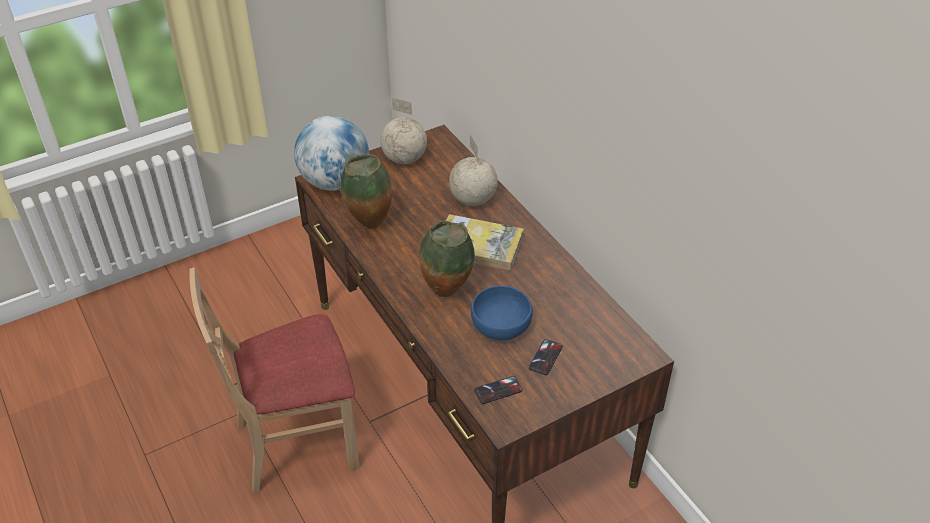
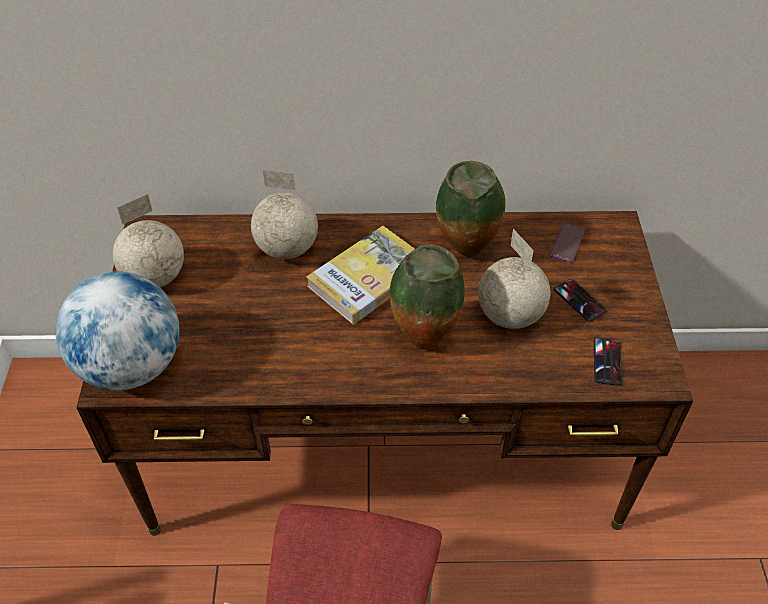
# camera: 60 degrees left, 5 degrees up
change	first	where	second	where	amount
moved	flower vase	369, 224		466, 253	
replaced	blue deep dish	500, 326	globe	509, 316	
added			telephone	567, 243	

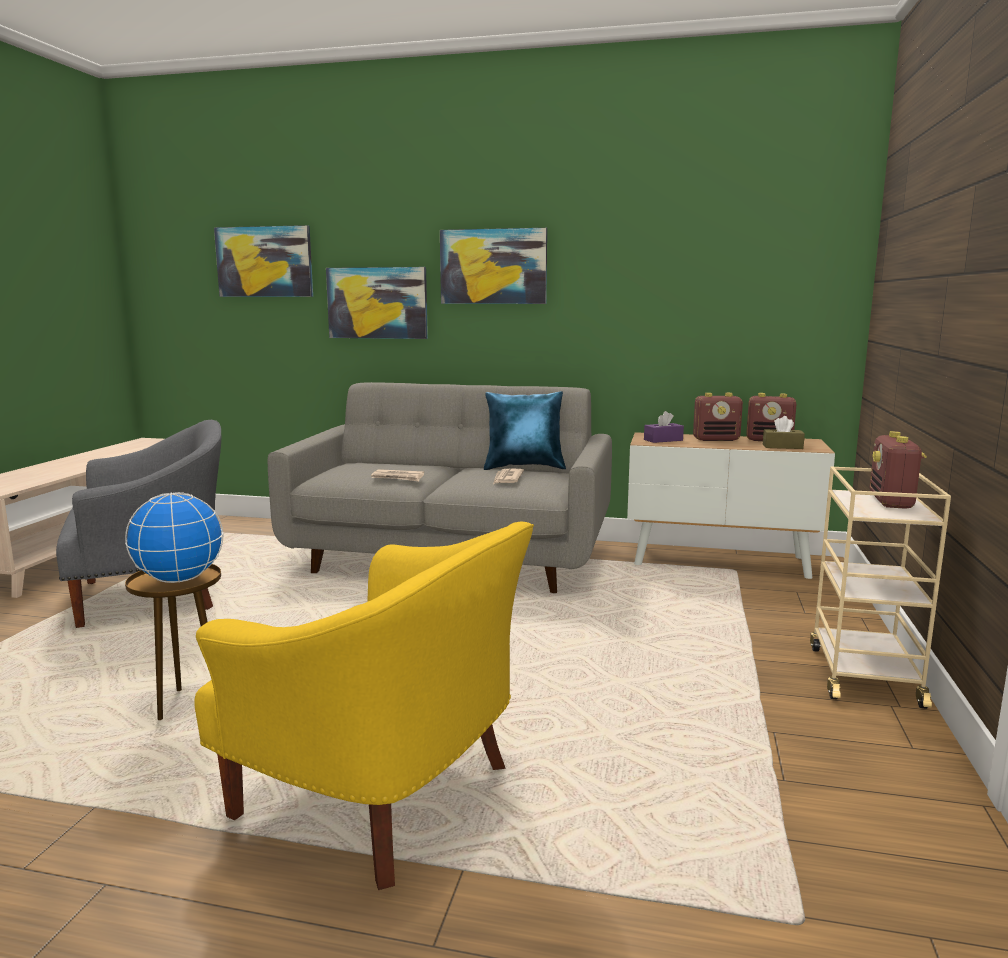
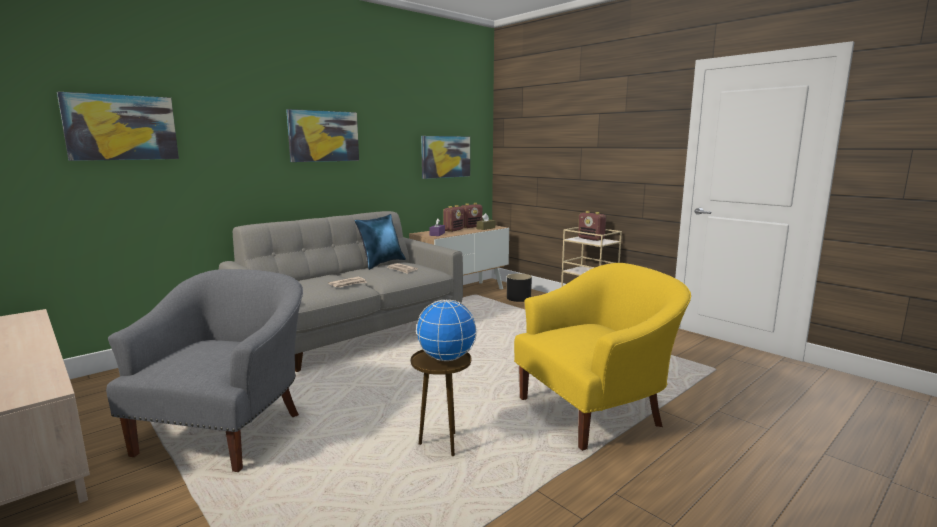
# camera: 55 degrees left, 0 degrees up
change	first	where	second	where	amount
moved	picture	377, 303		445, 156	
added			black planter	518, 298	

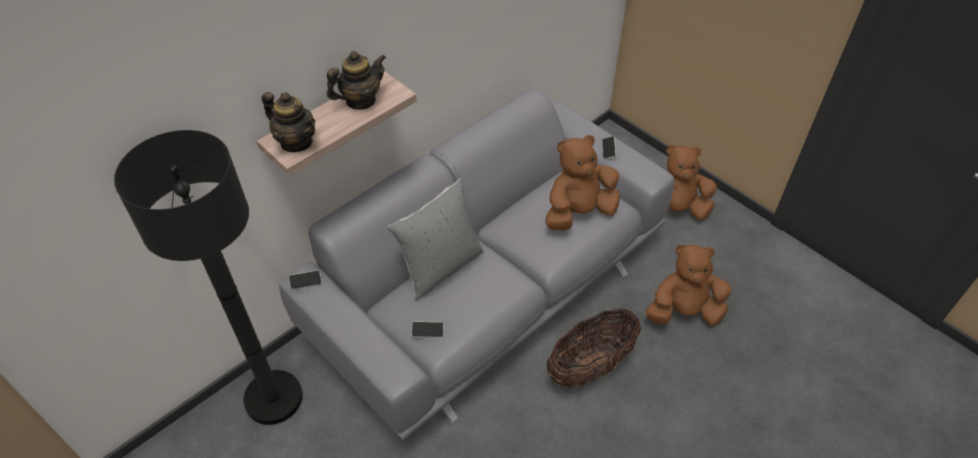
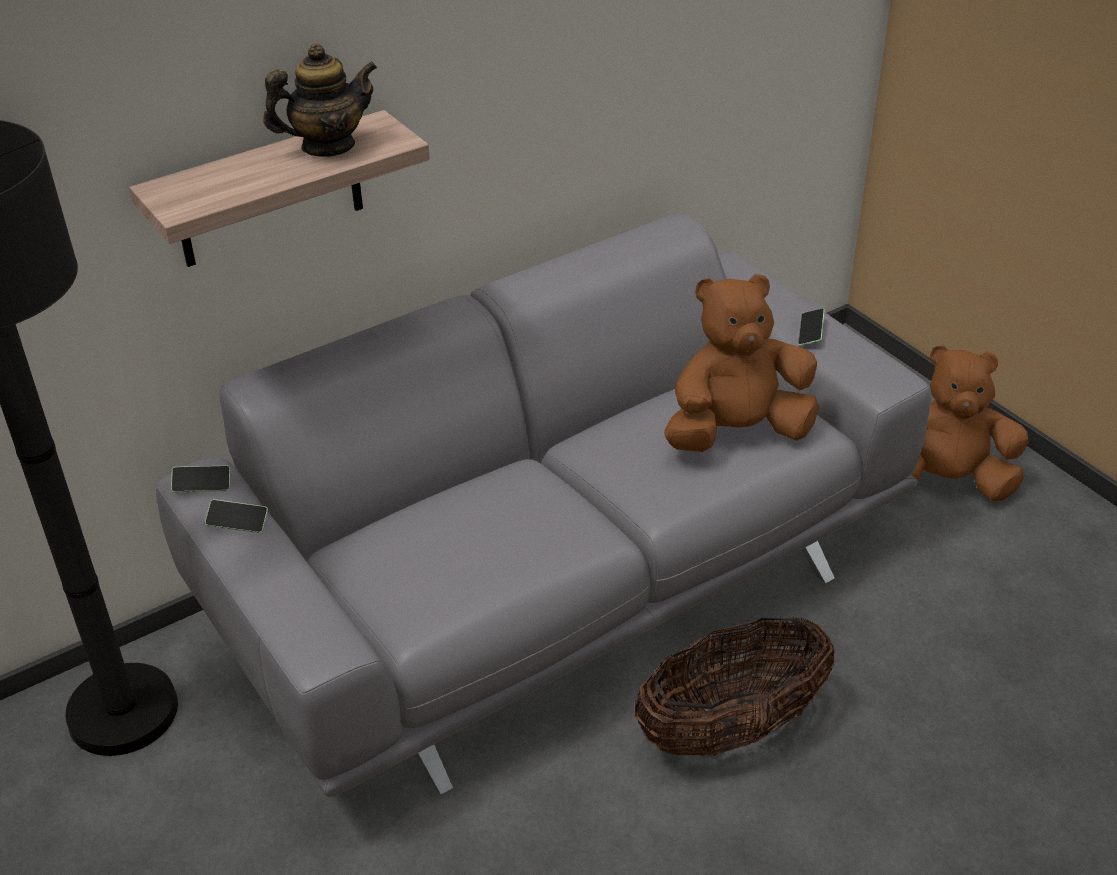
# camera: 10 degrees right, 10 degrees down
change	first	where	second	where	amount
removed	pot for tea	296, 142			
removed	grey cushion	440, 267			
moved	telephone	427, 332		237, 522	
removed	brown plush toy	683, 312			

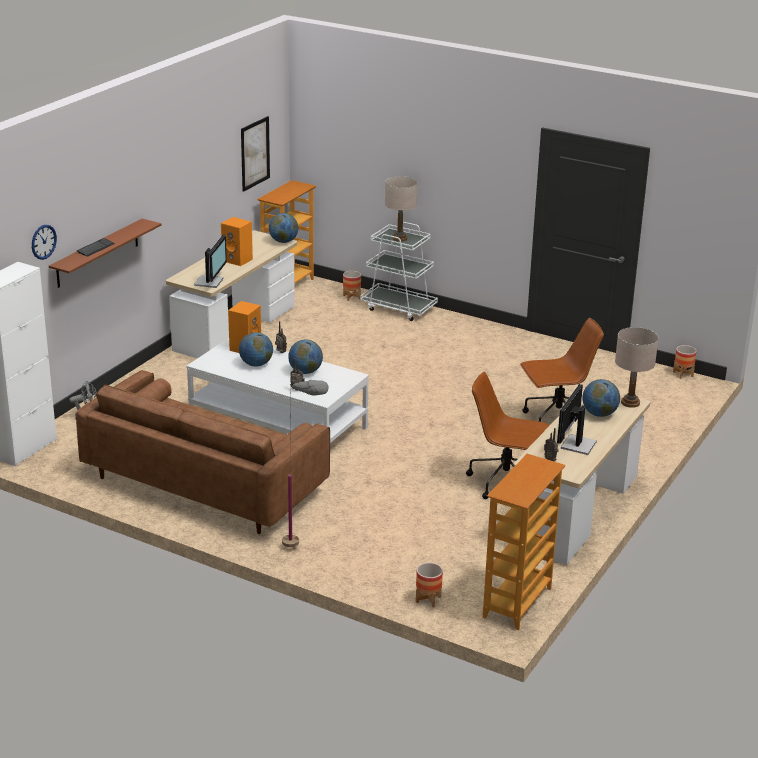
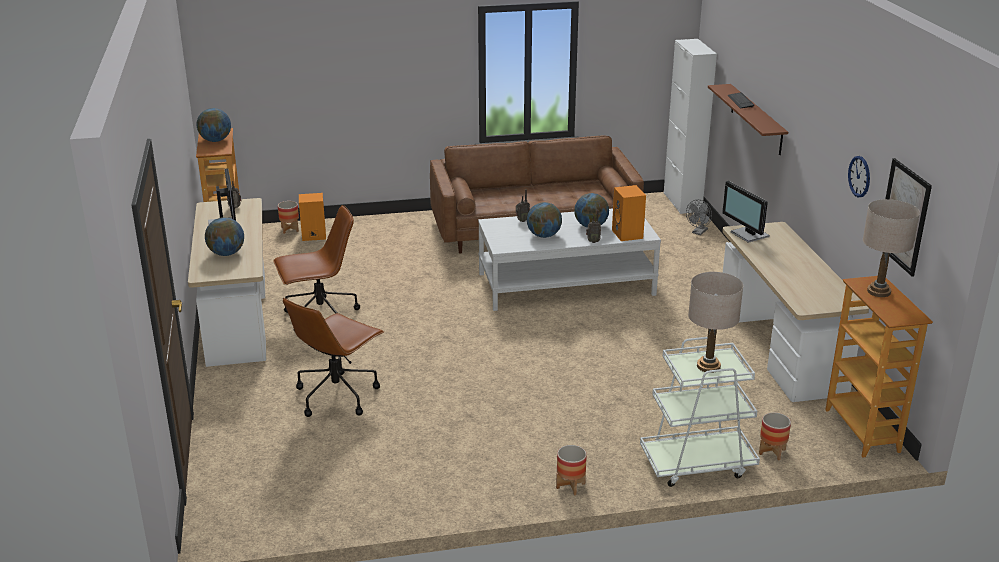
# camera: 140 degrees right, 0 degrees up
change	first	where	second	where	amount
moved	wall clock	43, 241		859, 176	
moved	orange loudspeaker	238, 260		313, 236	
moved	globe	283, 241		215, 140	
removed	grey standing lamp	304, 549			
moved	sand-coloured table lamp	630, 403		878, 291	
moved	planter	683, 374		570, 486	

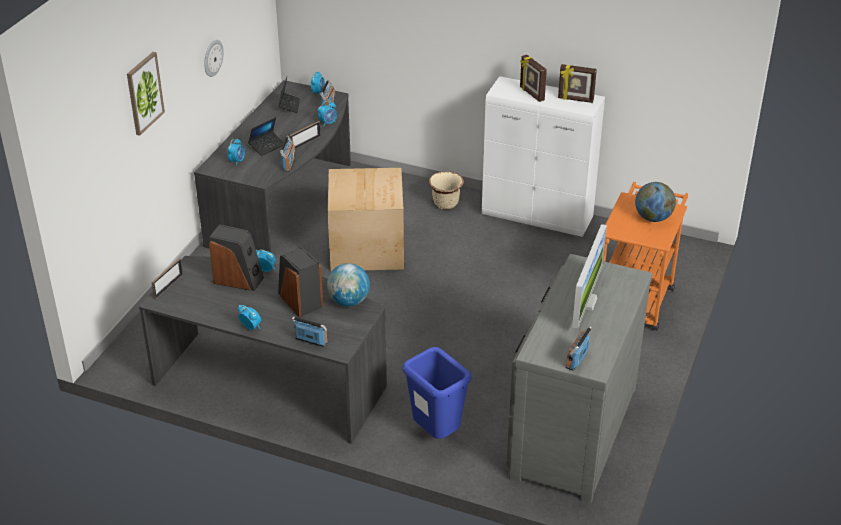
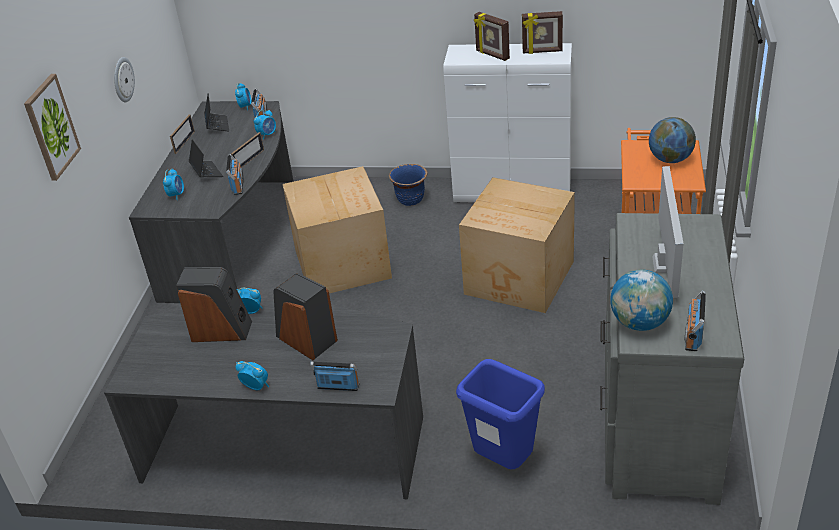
# camera: 10 degrees left, 0 degrees up
change	first	where	second	where	amount
moved	photo frame	168, 286		184, 142	
turned	notebook computer	267, 146		206, 172	60 degrees counterclockwise
moved	globe	348, 301		639, 323	
recoloured	sand-coloured planter	446, 204	blue planter	410, 200	
added			packing box	520, 279	

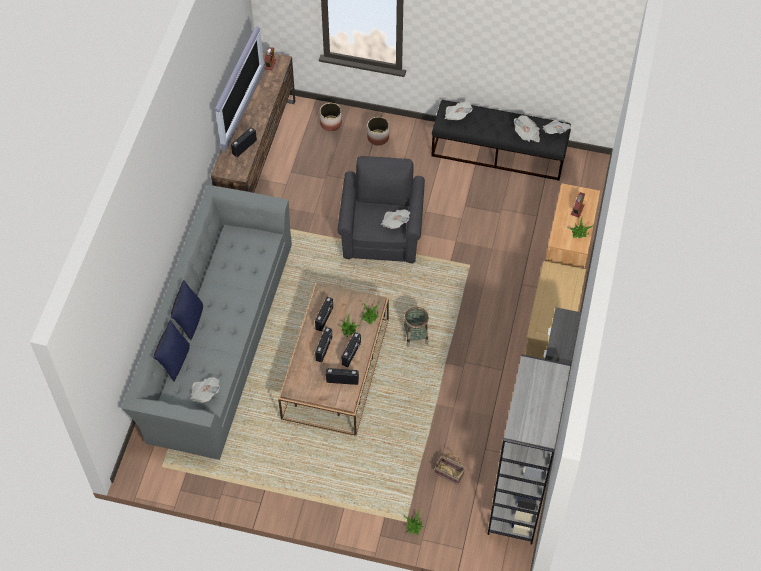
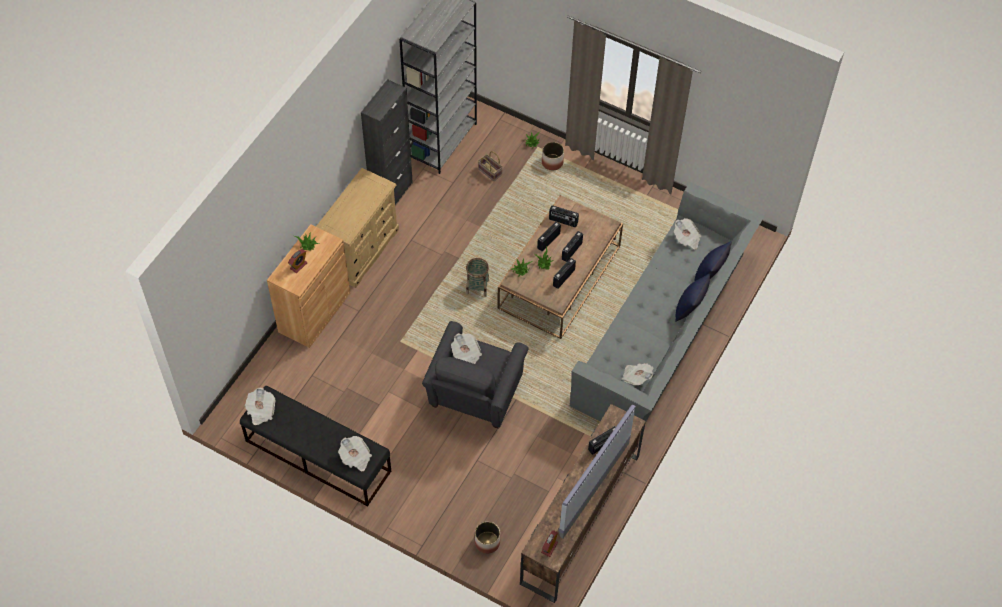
# camera: 165 degrees left, 0 degrees up
change	first	where	second	where	amount
moved	planter	378, 137		552, 162	
moved	printed paper	527, 134		636, 377	

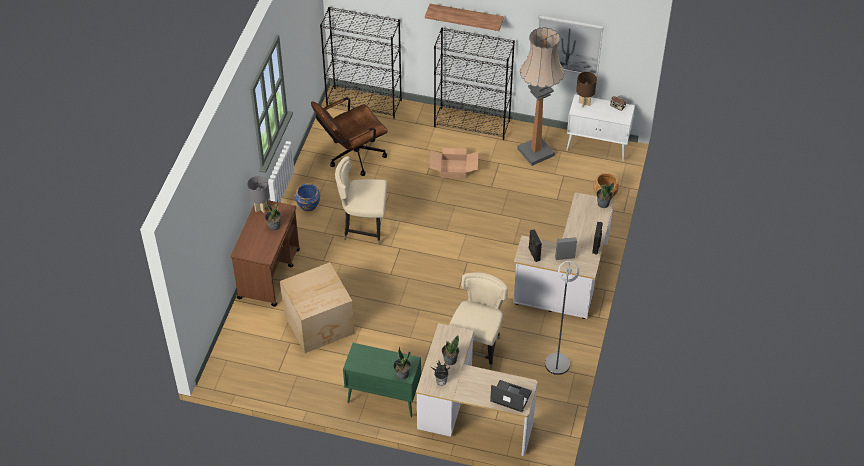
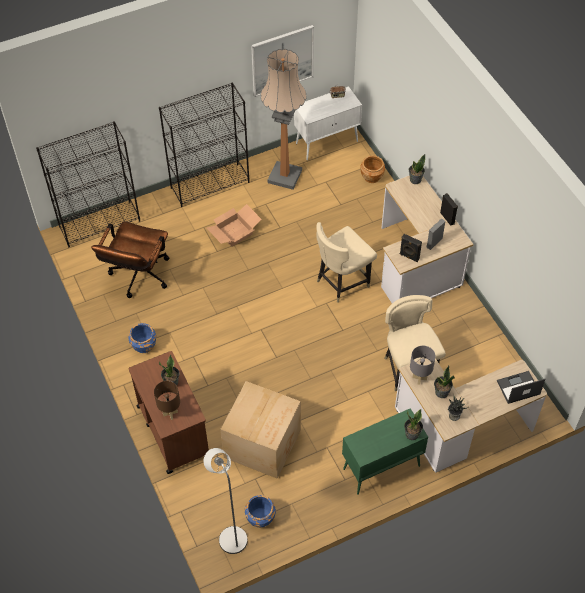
# camera: 40 degrees left, 5 degrees up
change	first	where	second	where	amount
moved	grey table lamp	260, 209		419, 378	
moved	sand-coloured plain chair	364, 228		342, 282	
removed	bracket shelf	466, 17			
moved	grey standing lamp	558, 360		230, 535	
moved	brown table lamp	584, 103		170, 413	
added			blue planter	260, 518	

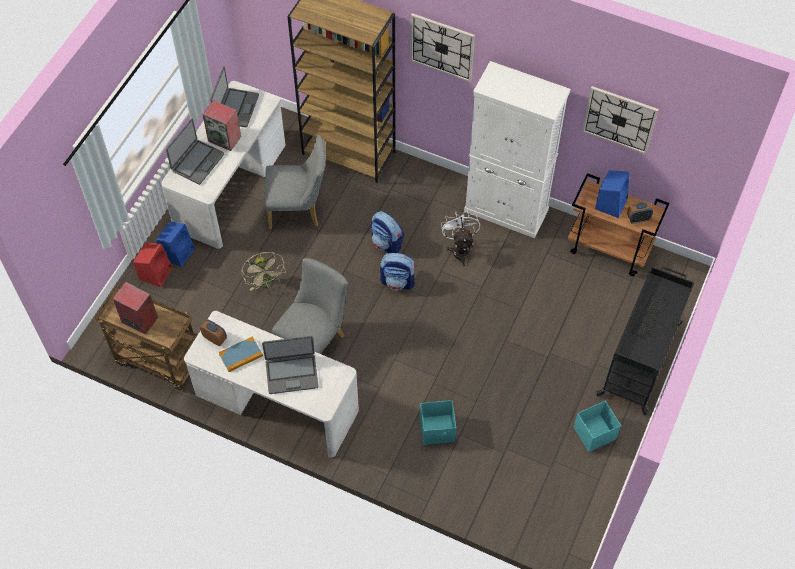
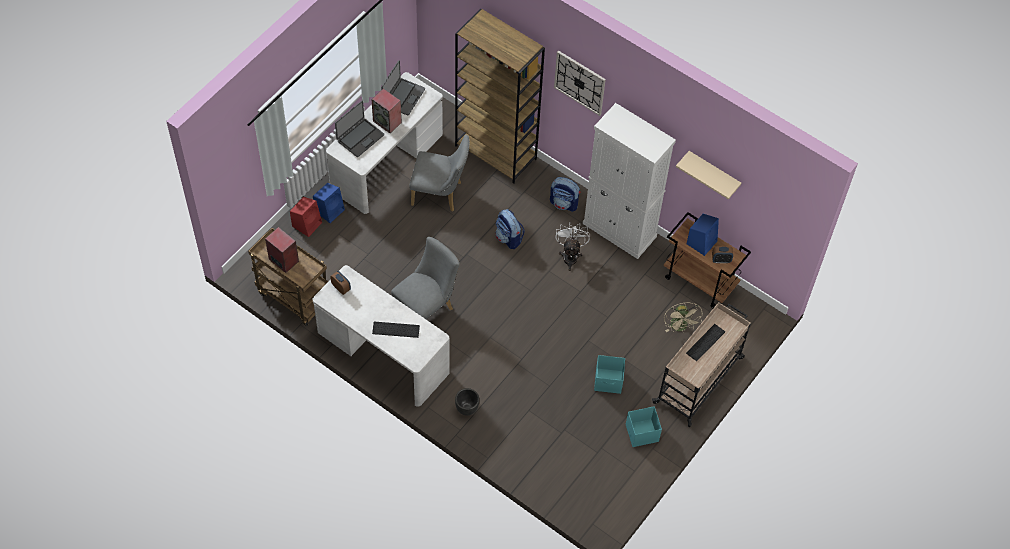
# camera: 10 degrees right, 0 degrees up
change	first	where	second	where	amount
removed	bound book	241, 355			
moved	sand-coloured cooling fan	266, 283		680, 327	
replaced	notebook computer	291, 373	PC keyboard	396, 329	
moved	backpack	398, 281		564, 203	
moved	blue-green storage container	437, 430		608, 381	
replaced	wall clock	619, 119	sand-coloured bracket shelf	713, 173	
recoloured	black wheeled cart	640, 358	sand-coloured wheeled cart	699, 379	
added			black planter	466, 408	

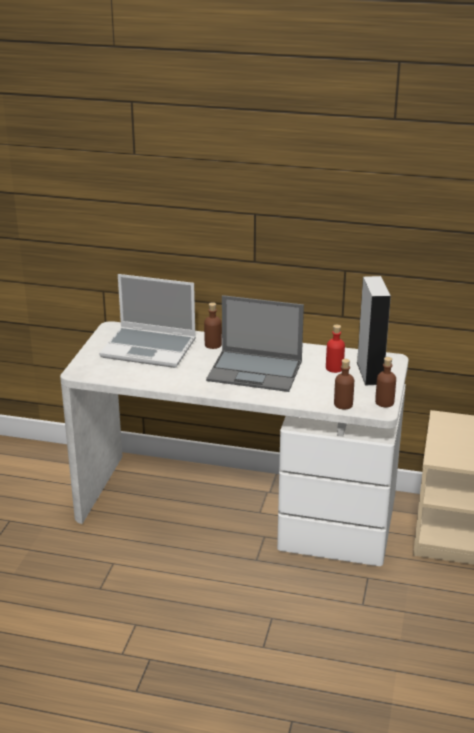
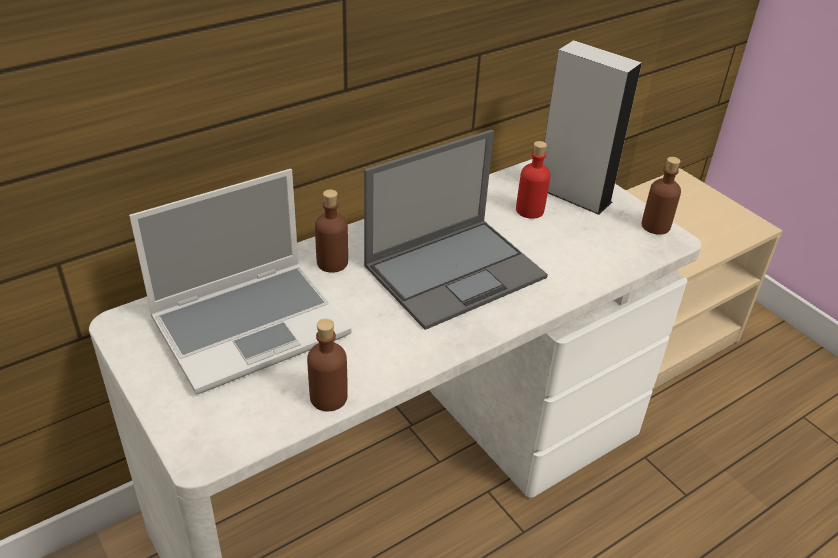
# camera: 50 degrees left, 10 degrees up
change	first	where	second	where	amount
moved	brown beverage bottle	343, 404		328, 397	

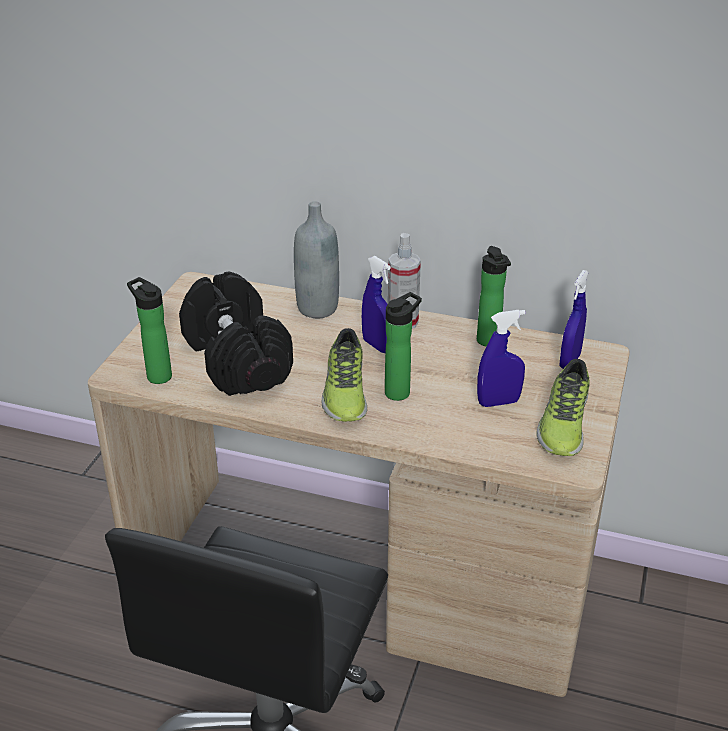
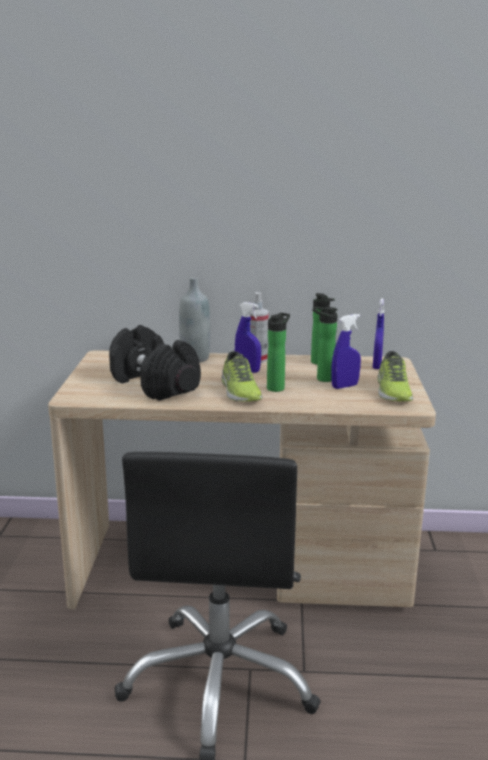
# camera: 15 degrees left, 15 degrees down
change	first	where	second	where	amount
moved	beverage bottle	157, 375		322, 378	

